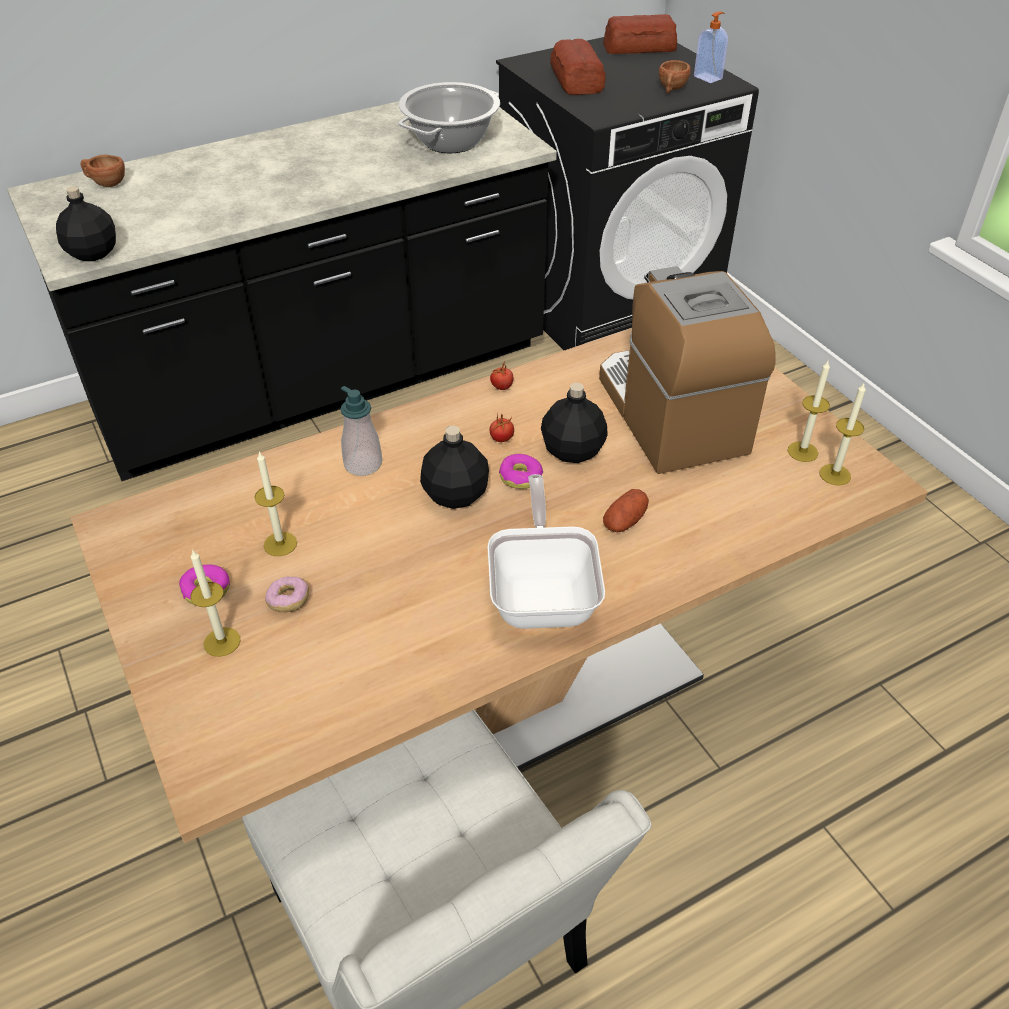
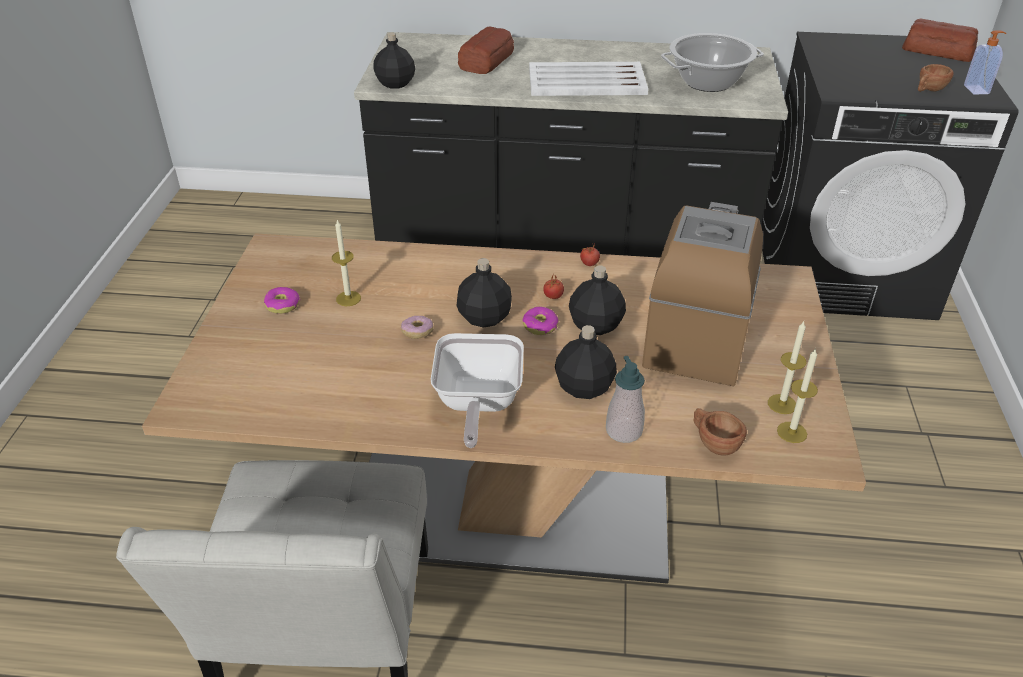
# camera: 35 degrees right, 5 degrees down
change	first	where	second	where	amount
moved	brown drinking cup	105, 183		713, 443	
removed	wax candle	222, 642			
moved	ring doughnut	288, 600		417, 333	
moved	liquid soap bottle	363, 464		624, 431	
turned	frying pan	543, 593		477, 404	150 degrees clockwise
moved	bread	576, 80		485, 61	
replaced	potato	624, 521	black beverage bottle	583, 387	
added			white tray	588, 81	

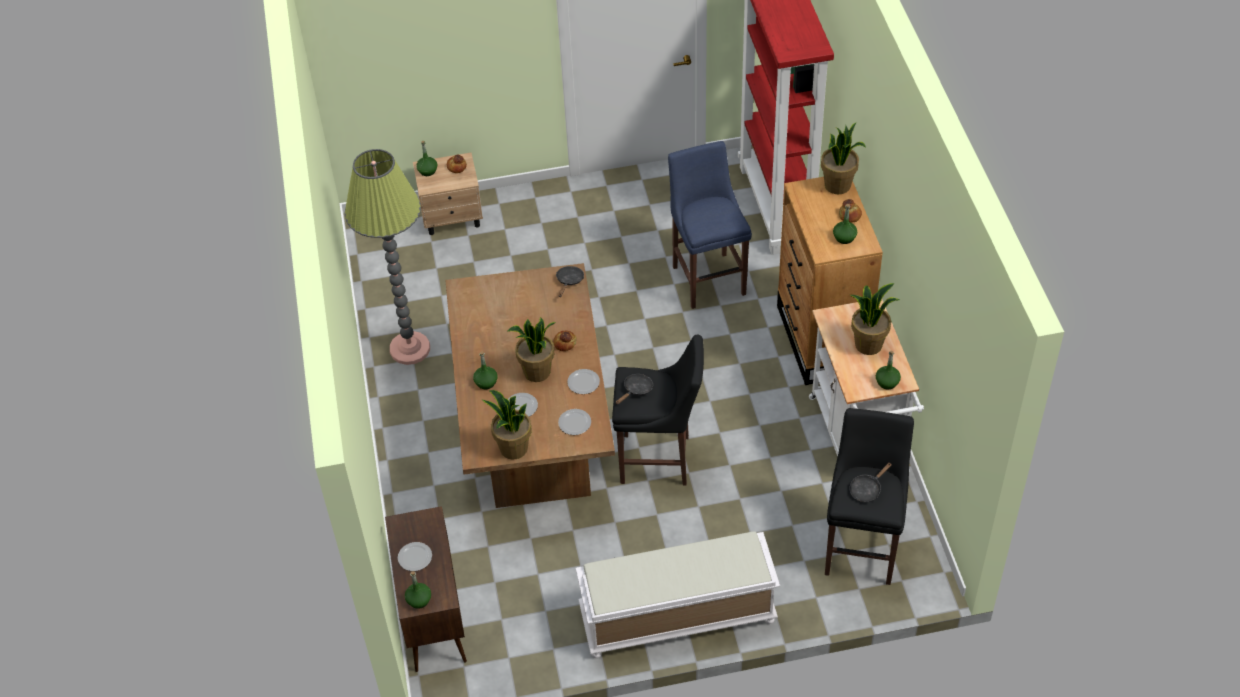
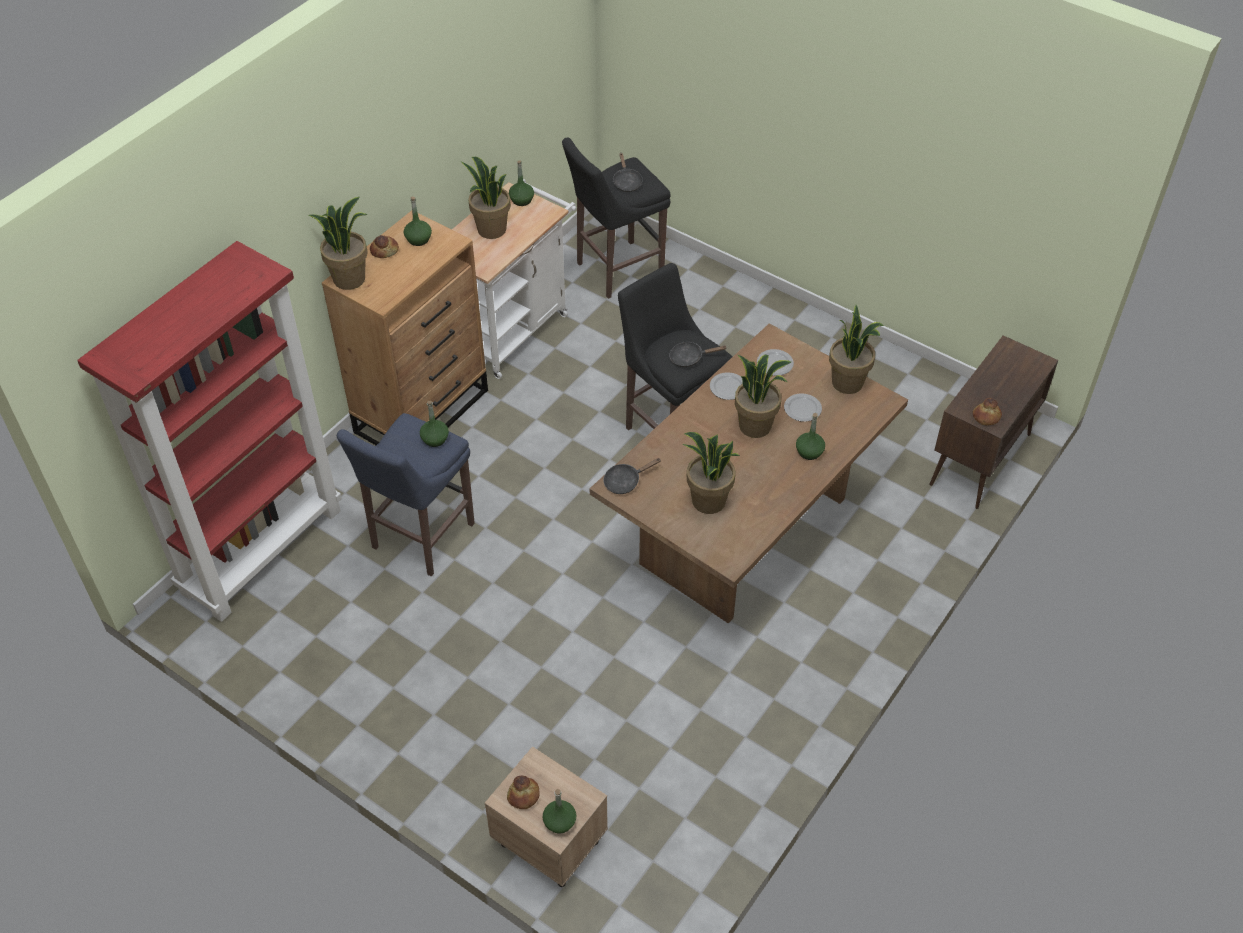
# camera: 135 degrees left, 0 degrees up
change	first	where	second	where	amount
removed	standing lamp	410, 349			
removed	plate	415, 558			
moved	green-coloured beverage bottle	419, 600		435, 439	
moved	bread	564, 343		986, 417	
removed	white long seat	676, 617			
turned	black frying pan	867, 489		626, 182	75 degrees clockwise
added			potted plant	708, 501	

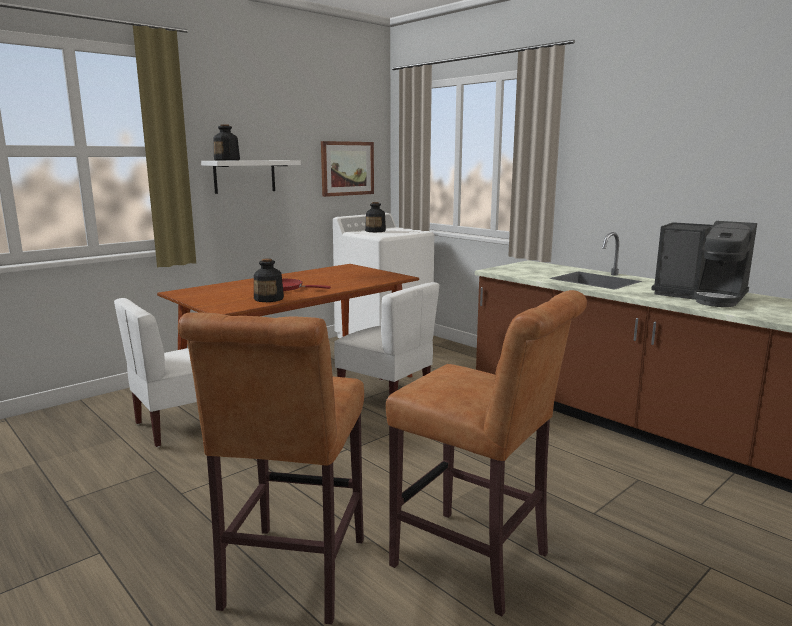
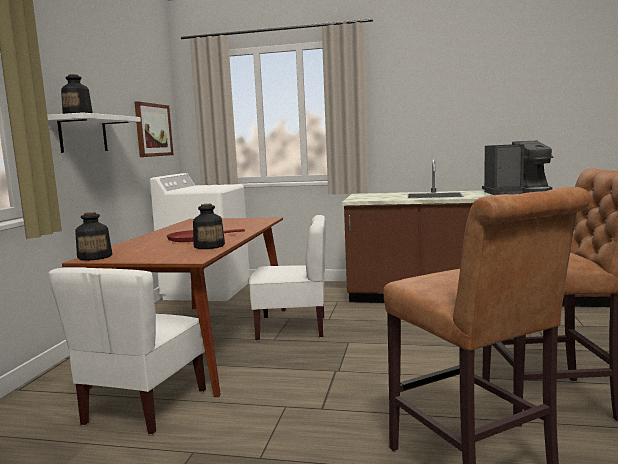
# camera: 35 degrees left, 5 degrees down
change	first	where	second	where	amount
moved	beverage bottle	375, 231		95, 257	

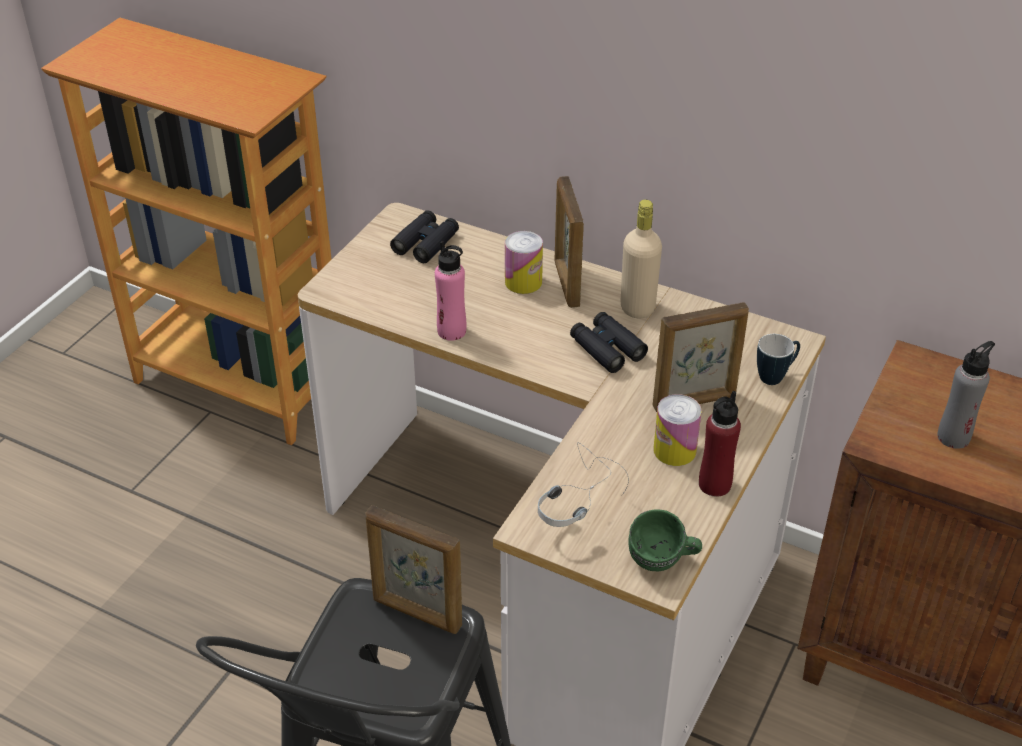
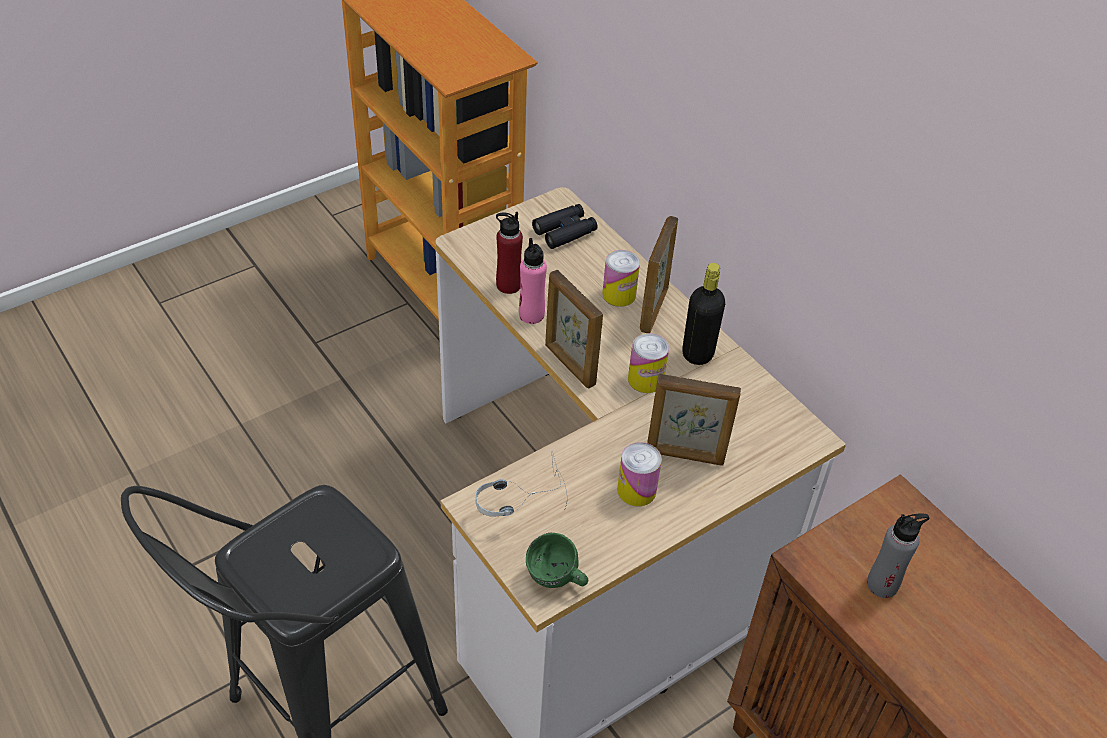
# camera: 25 degrees right, 5 degrees up
change	first	where	second	where	amount
moved	photo frame	416, 613		569, 365	
replaced	black binoculars	607, 348	metal can	645, 379	
recoloured	sand-coloured beverage bottle	637, 308	black beverage bottle	697, 354	
moved	reddish beverage bottle	714, 484		508, 285	
removed	tea mug	776, 376			

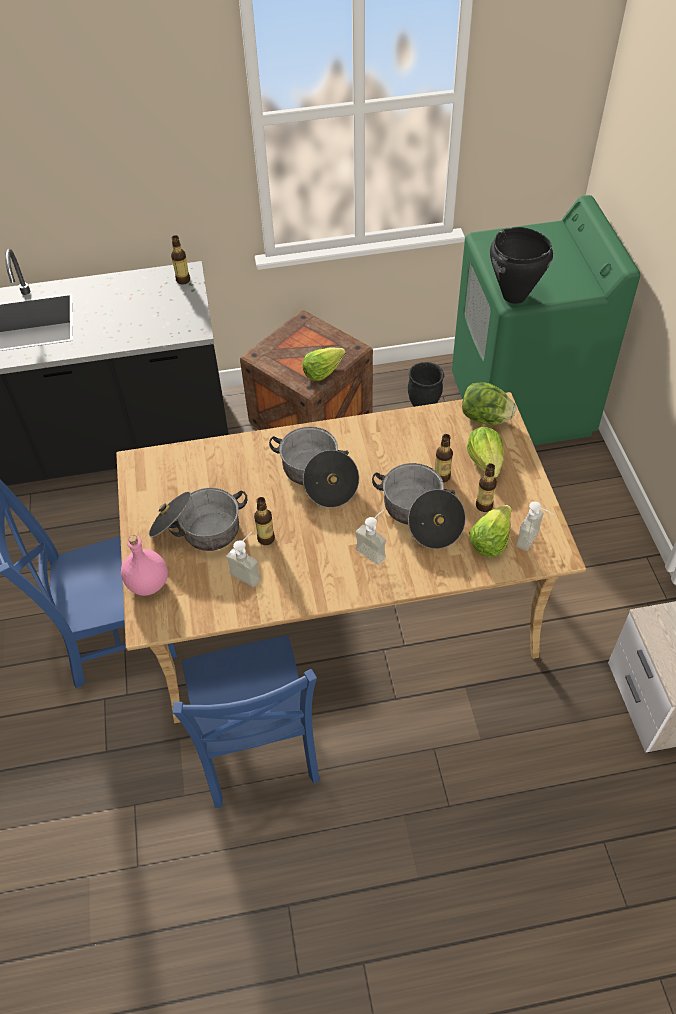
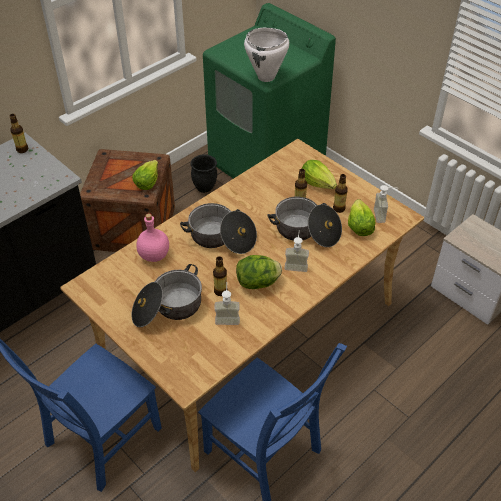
# camera: 35 degrees left, 5 degrees down
change	first	where	second	where	amount
moved	pinkish beverage bottle	147, 584		154, 256	
moved	lettuce head	485, 418		258, 283	
recoloured	black stockpot	514, 296	white stockpot	266, 77	

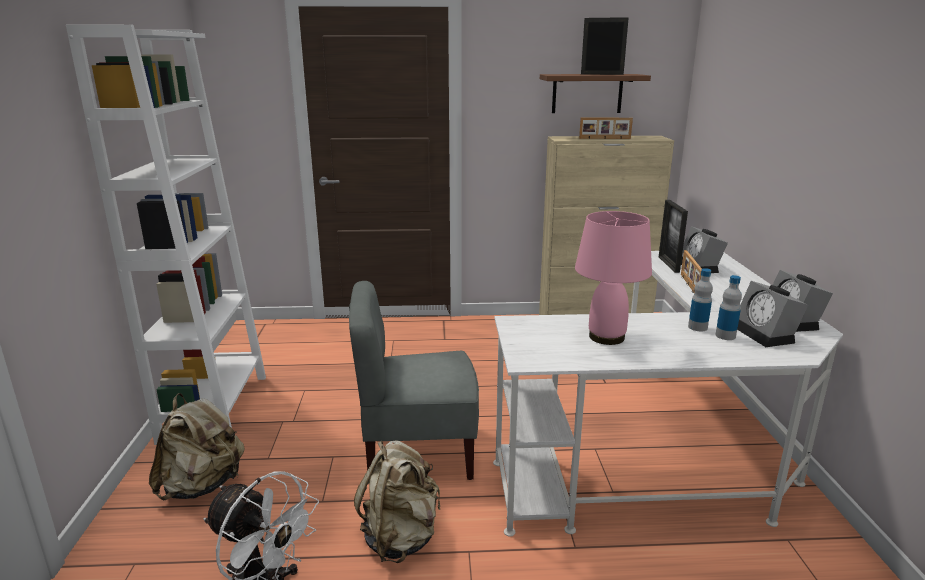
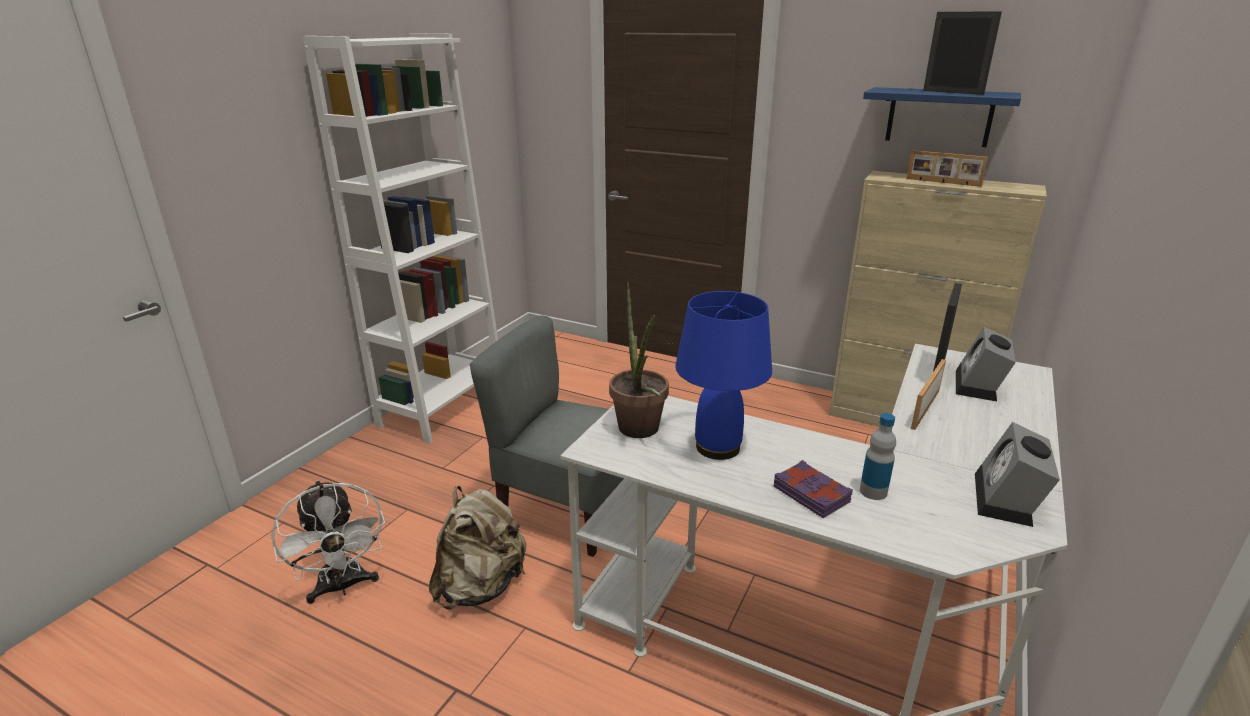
# camera: 30 degrees right, 5 degrees up
change	first	where	second	where	amount
removed	sand-coloured backpack	202, 485			
recoloured	brown bracket shelf	587, 93	blue bracket shelf	939, 117	
recoloured	pinkish table lamp	606, 337	blue table lamp	716, 448	
removed	beverage bottle	697, 327			
removed	alarm clock	766, 334			
added			potted plant	640, 432	
added			purple bound book	811, 494	

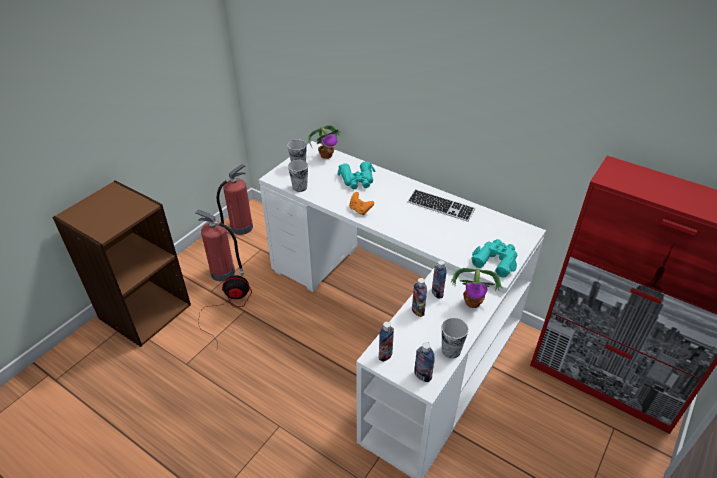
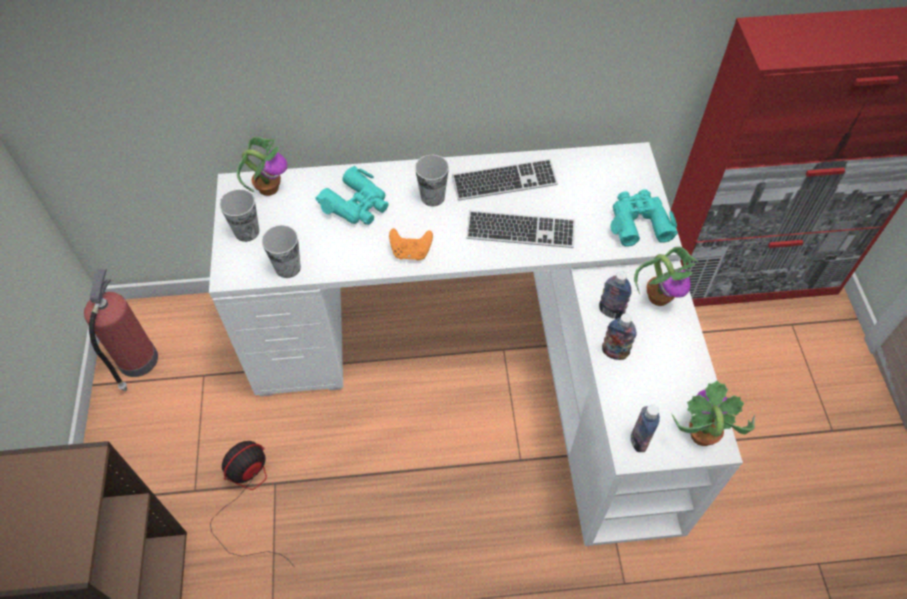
# camera: 40 degrees left, 15 degrees up
change	first	where	second	where	amount
removed	extinguisher	224, 273			
replaced	beverage bottle	422, 375	potted plant	701, 435	
moved	drinking cup	451, 350		432, 197	
added			PC keyboard	520, 231	

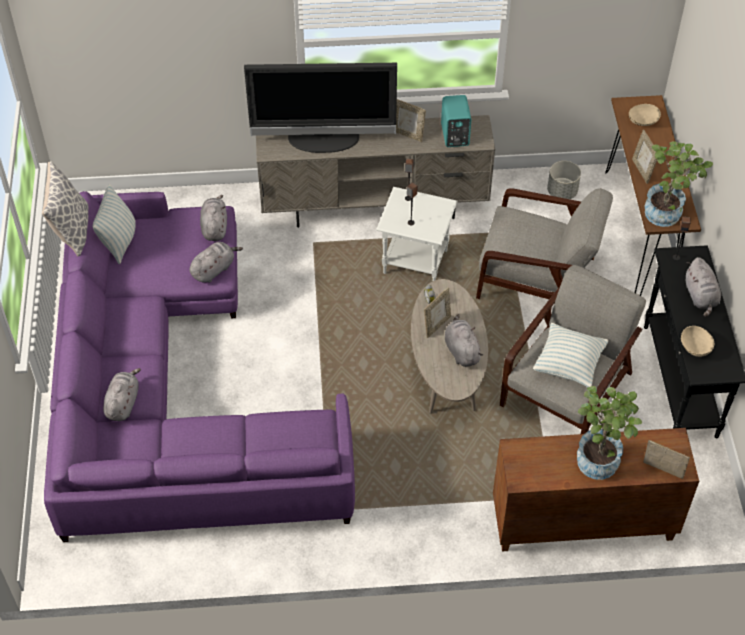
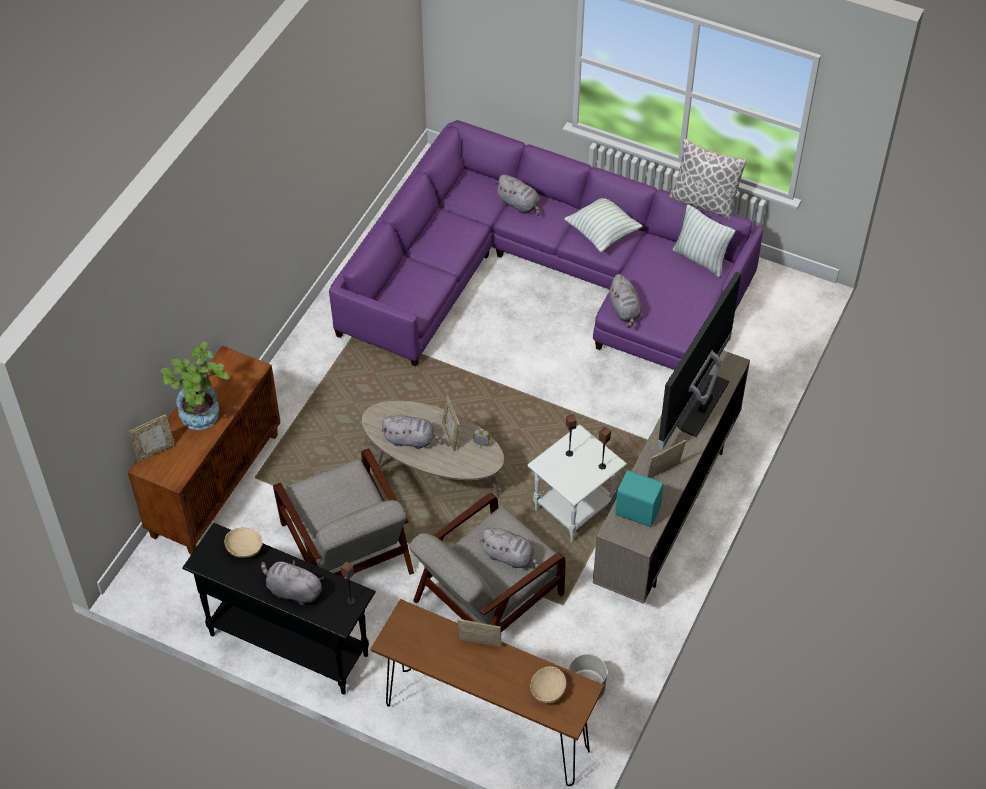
# camera: 120 degrees right, 0 degrees up
change	first	where	second	where	amount
moved	grey plush toy	214, 227		510, 557	
moved	cushion	568, 365		602, 233	
removed	potted plant	667, 211			

